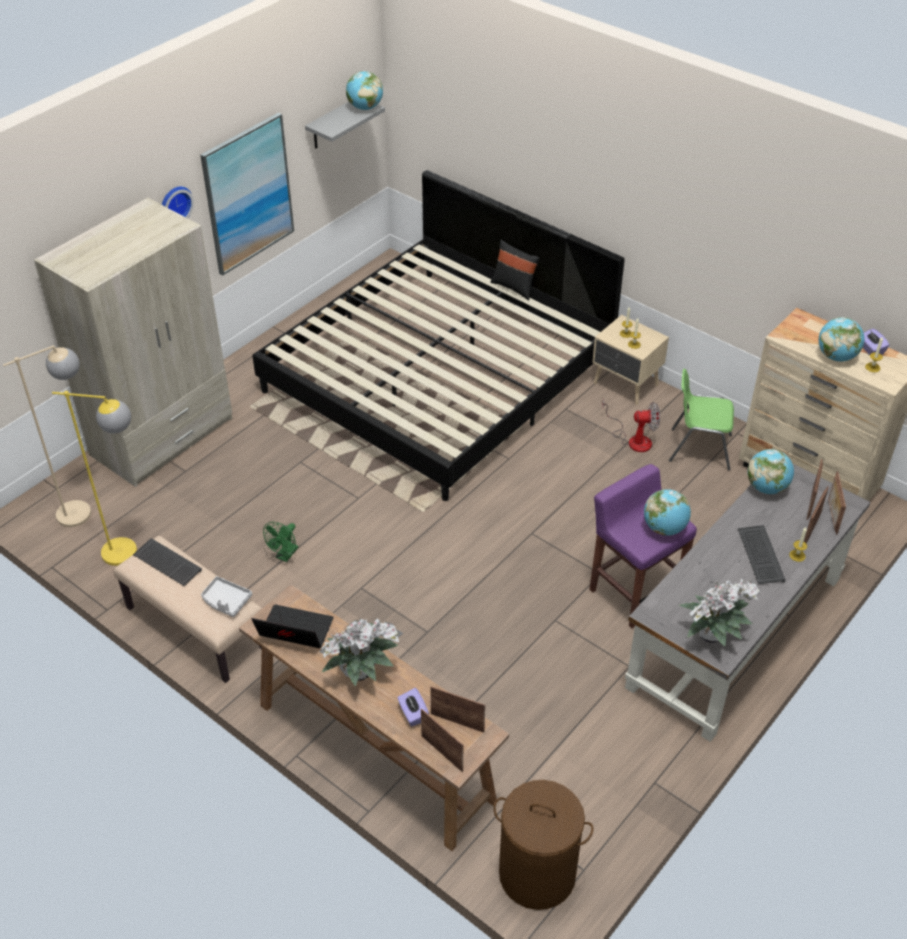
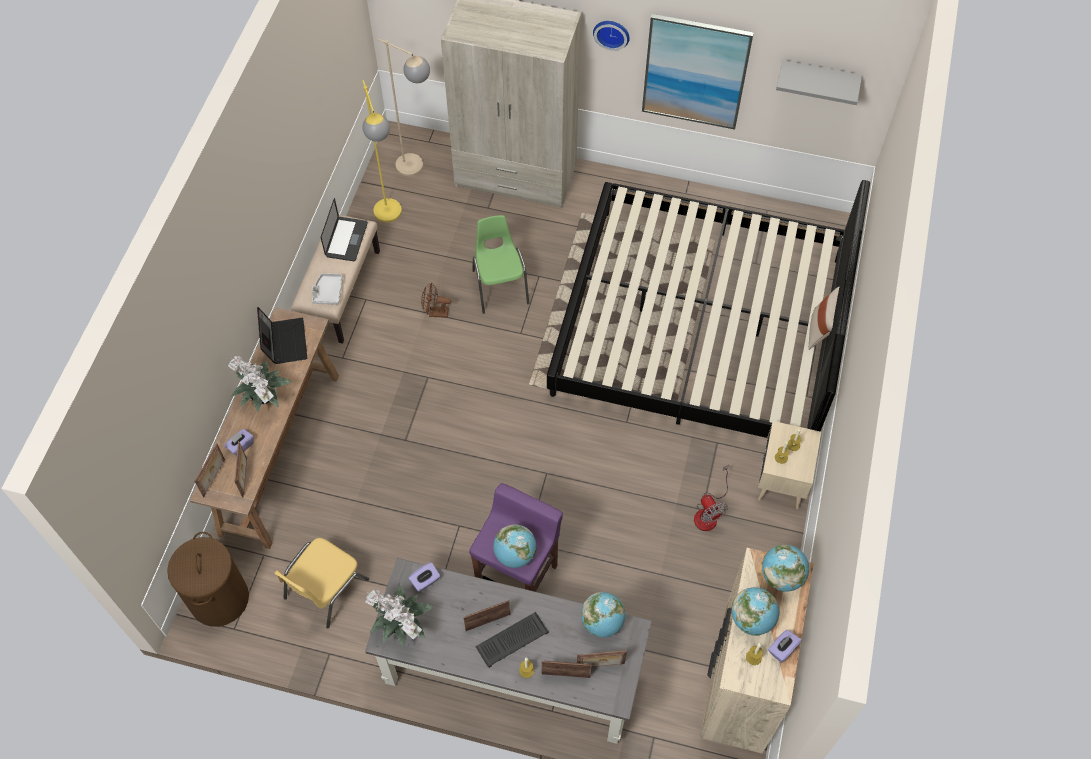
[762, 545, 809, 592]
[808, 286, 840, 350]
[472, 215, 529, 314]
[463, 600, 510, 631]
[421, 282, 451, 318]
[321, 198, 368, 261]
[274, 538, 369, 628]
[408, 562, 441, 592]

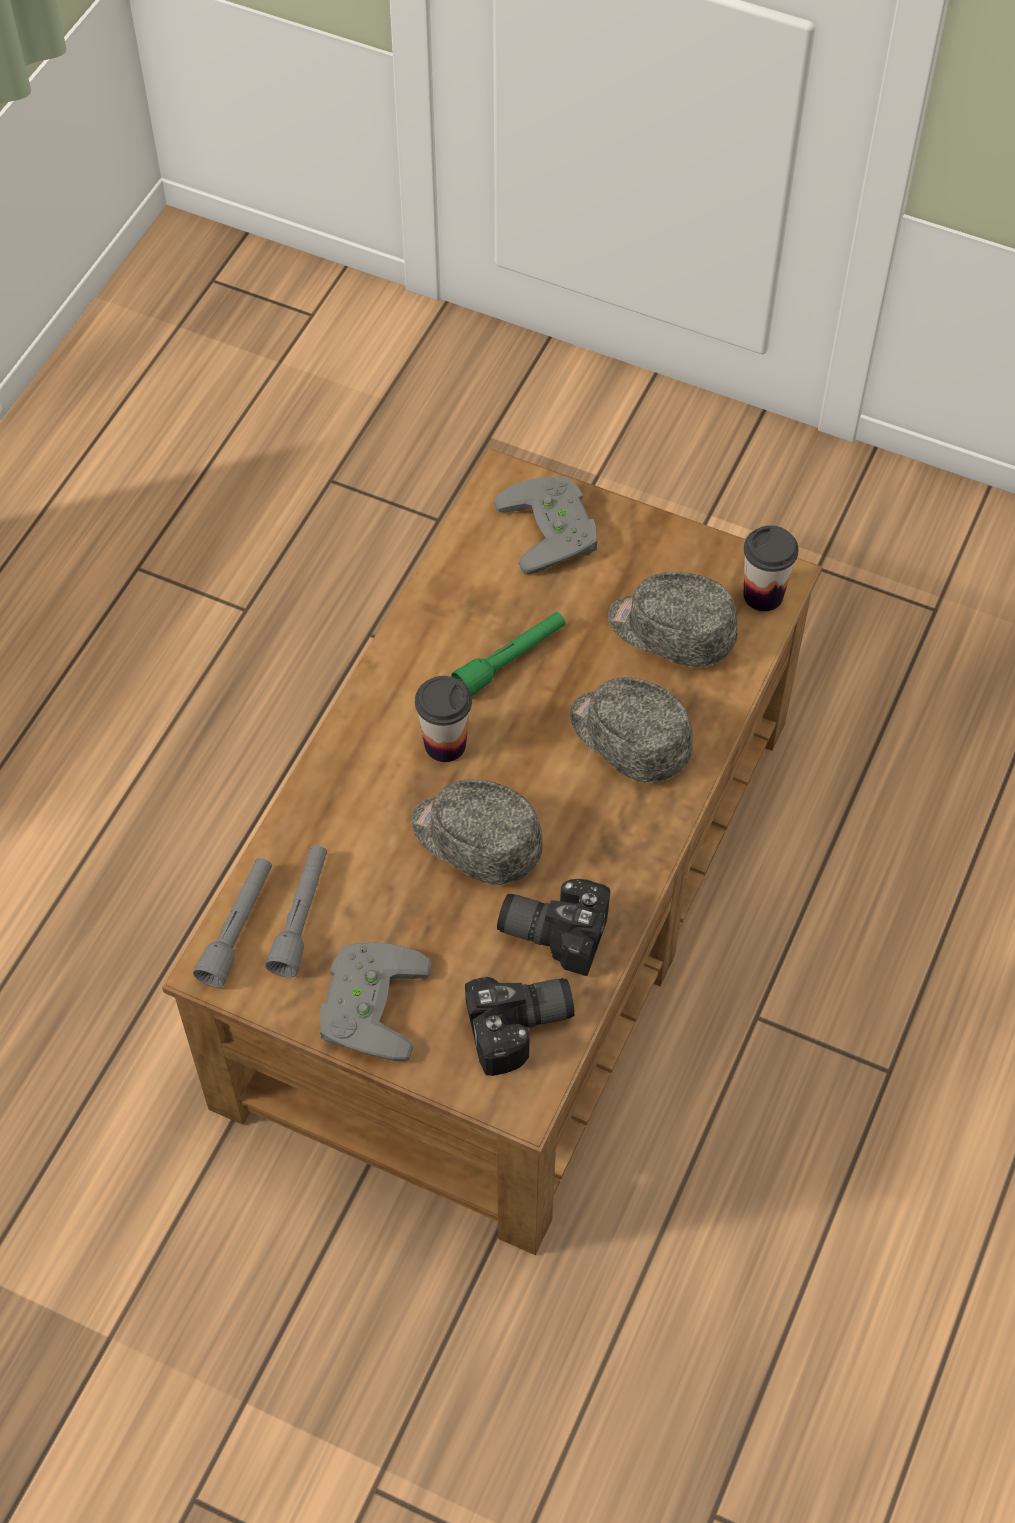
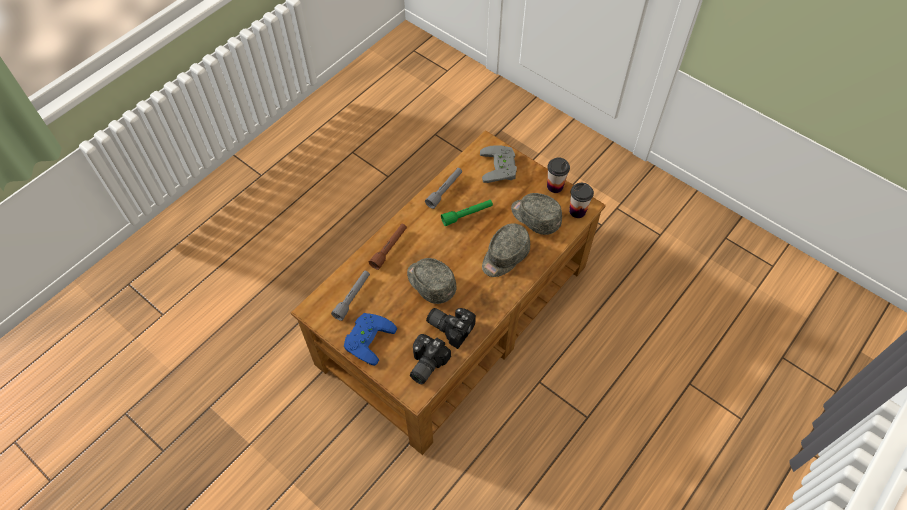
[547, 158, 570, 193]
[482, 223, 530, 277]
[425, 168, 462, 209]
[344, 313, 397, 366]
[410, 334, 451, 384]
[369, 224, 407, 270]

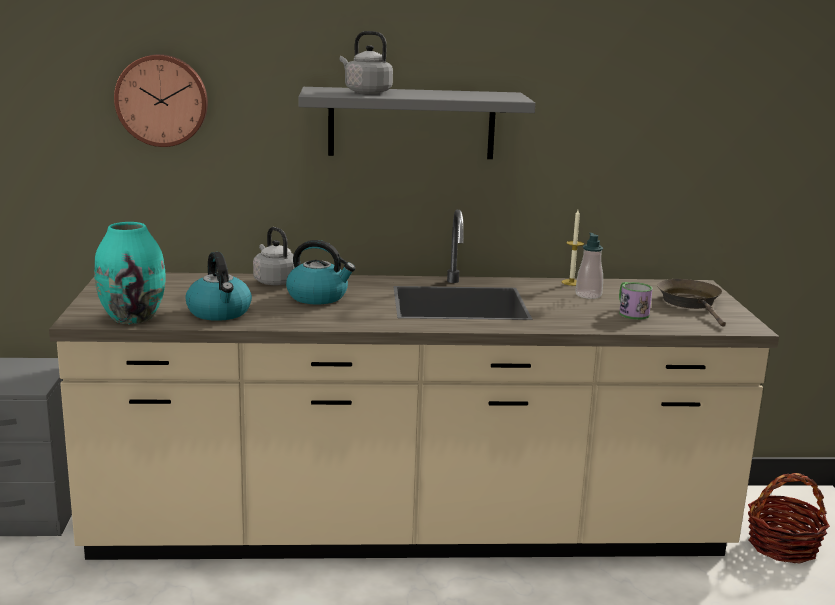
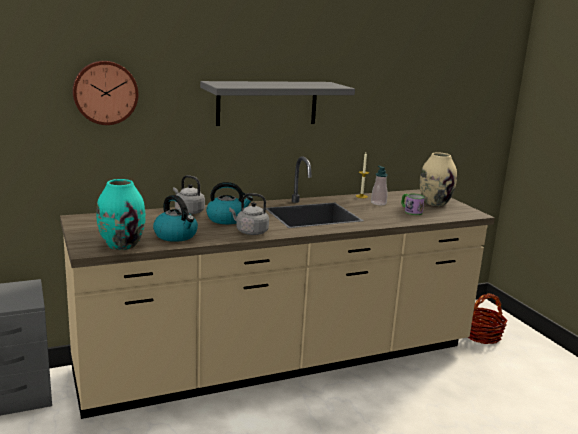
[229, 193, 269, 235]
[420, 152, 457, 206]

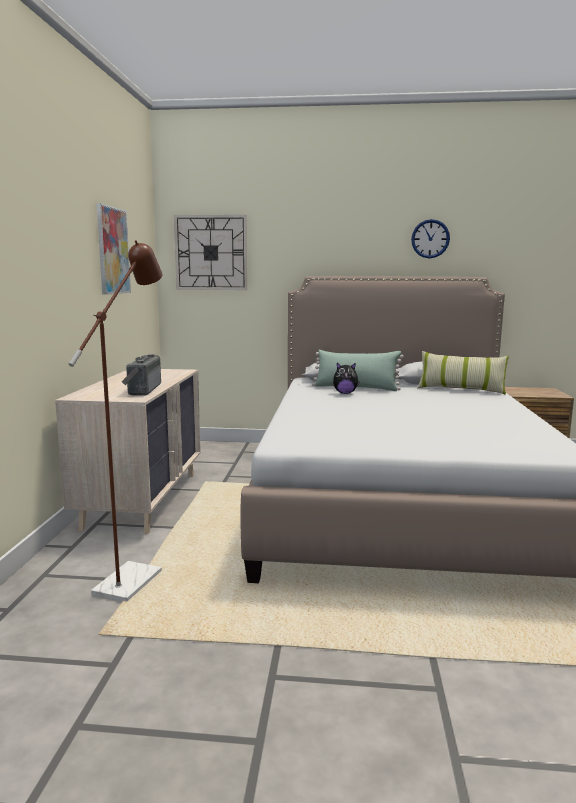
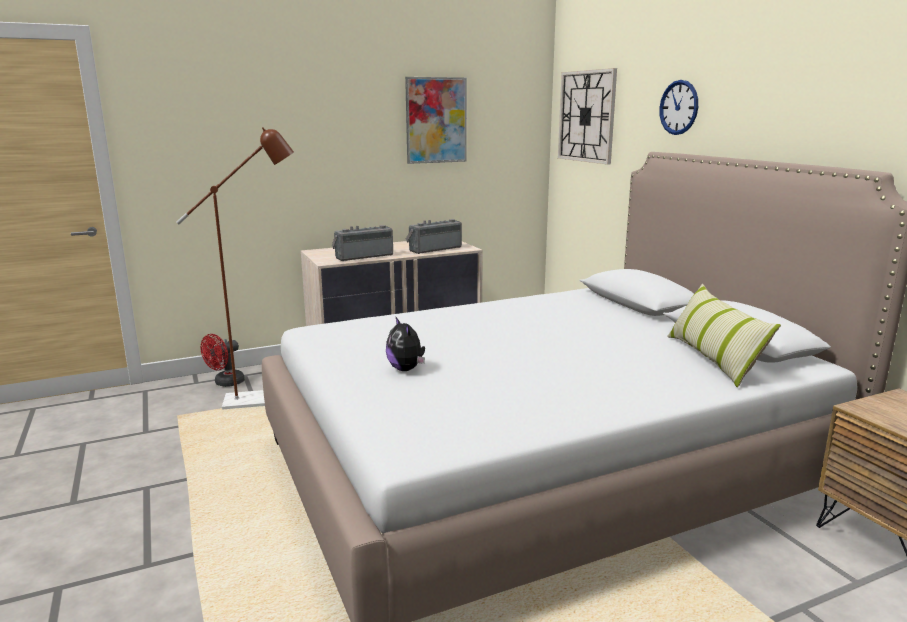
[659, 80, 698, 135]
[312, 350, 404, 391] (first image)
[386, 316, 425, 371]
[406, 219, 462, 254]
[201, 334, 245, 387]

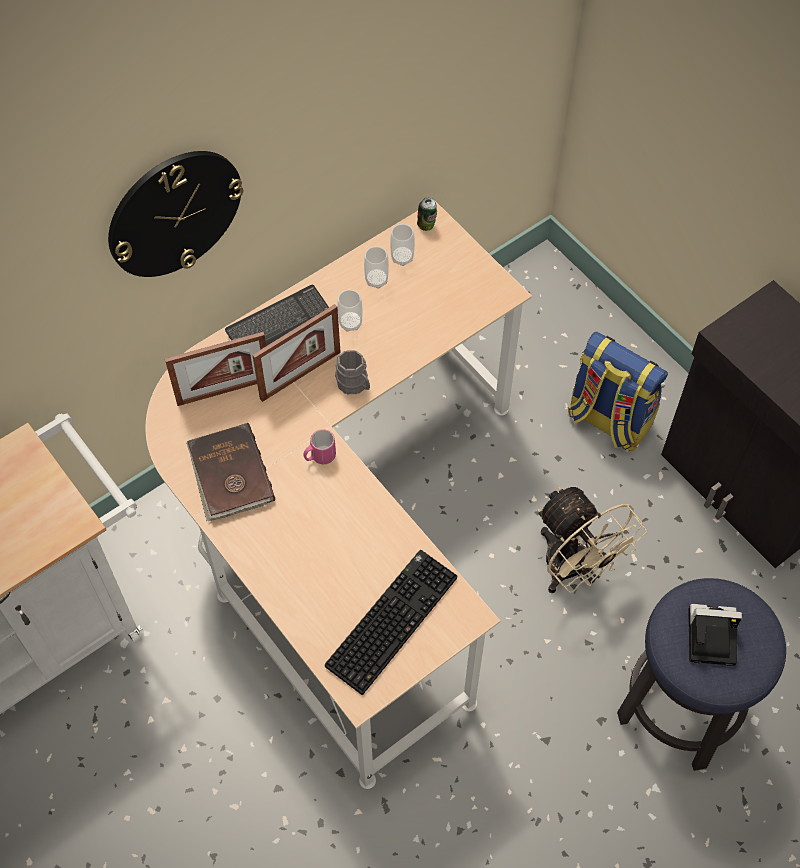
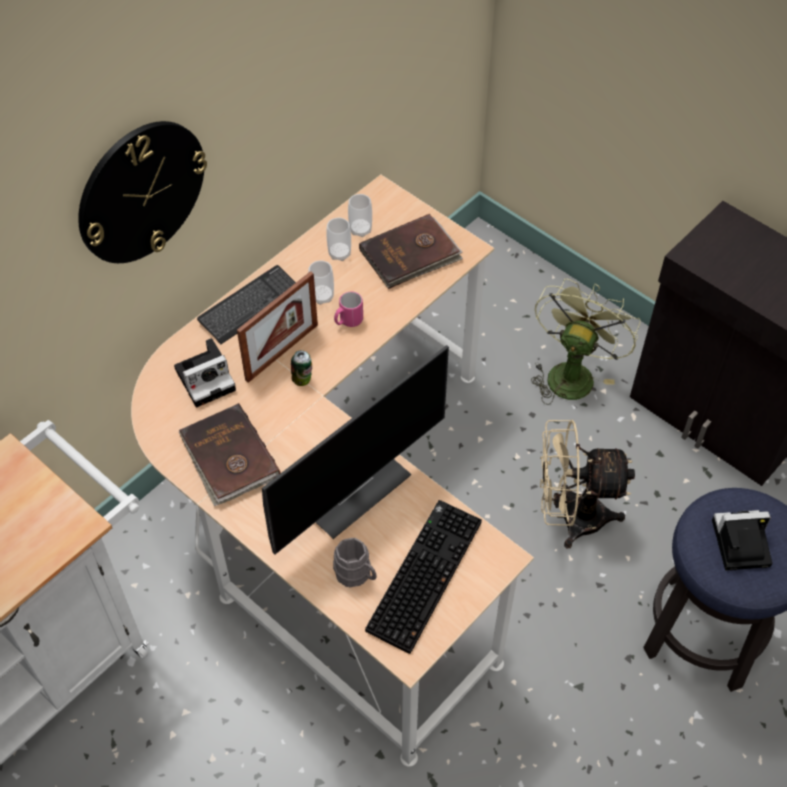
[291, 350, 312, 386]
[174, 338, 236, 407]
[531, 279, 641, 405]
[333, 538, 377, 587]
[334, 291, 363, 327]
[540, 420, 635, 549]
[359, 214, 463, 289]
[262, 345, 449, 555]

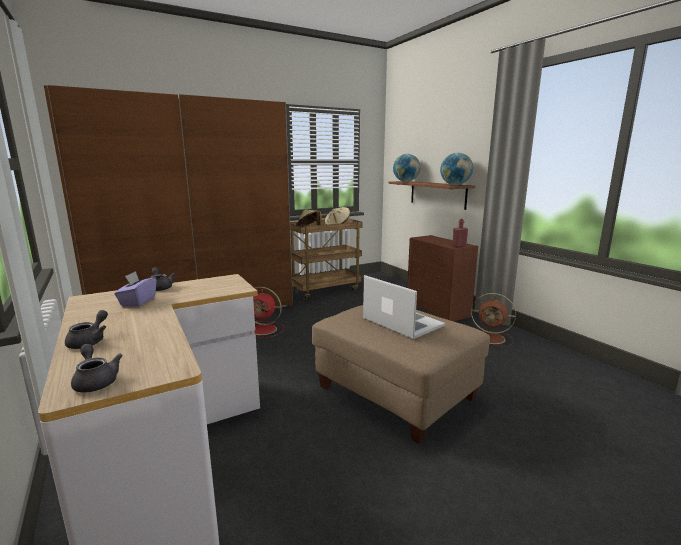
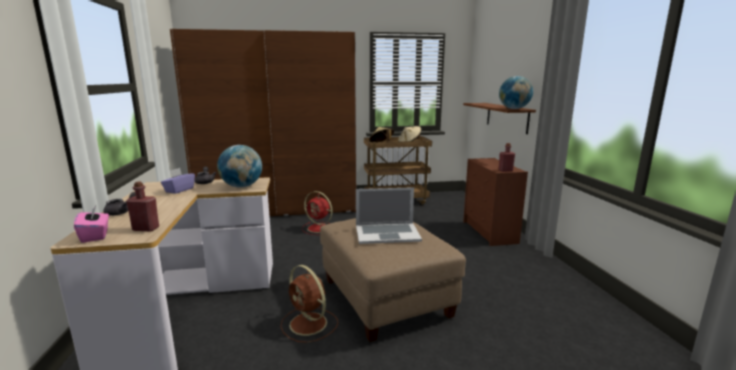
[217, 145, 262, 188]
[356, 187, 422, 244]
[280, 265, 338, 343]
[74, 204, 109, 243]
[126, 182, 159, 231]

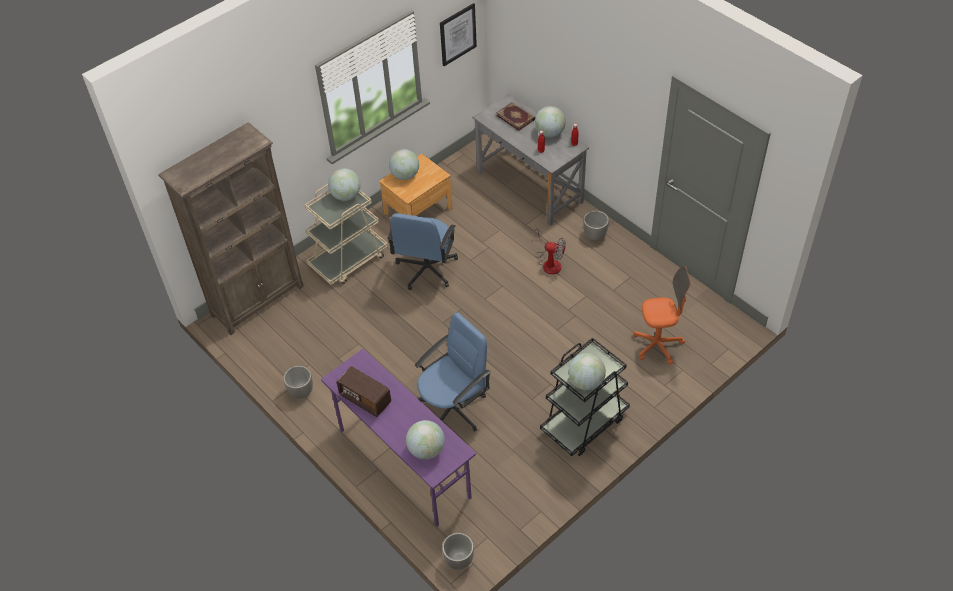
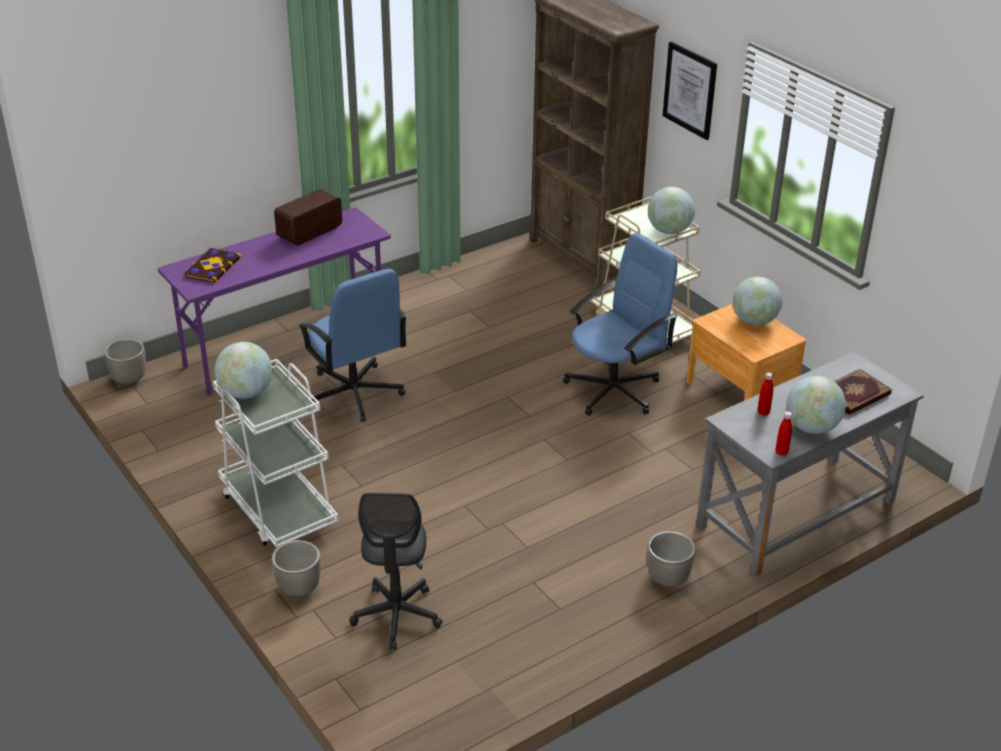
[663, 42, 717, 140]
[563, 233, 678, 416]
[535, 225, 566, 274] (first image)
[349, 493, 442, 650]
[213, 359, 339, 548]
[272, 540, 320, 597]
[185, 248, 241, 283]

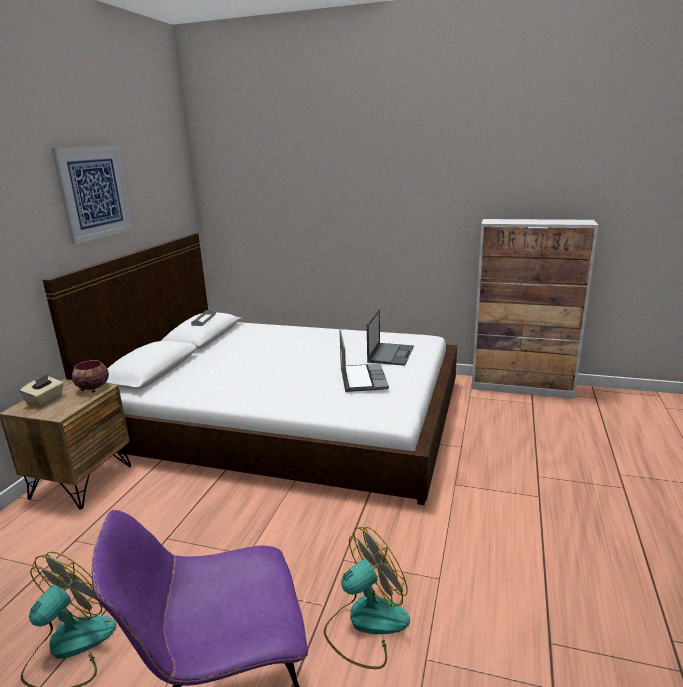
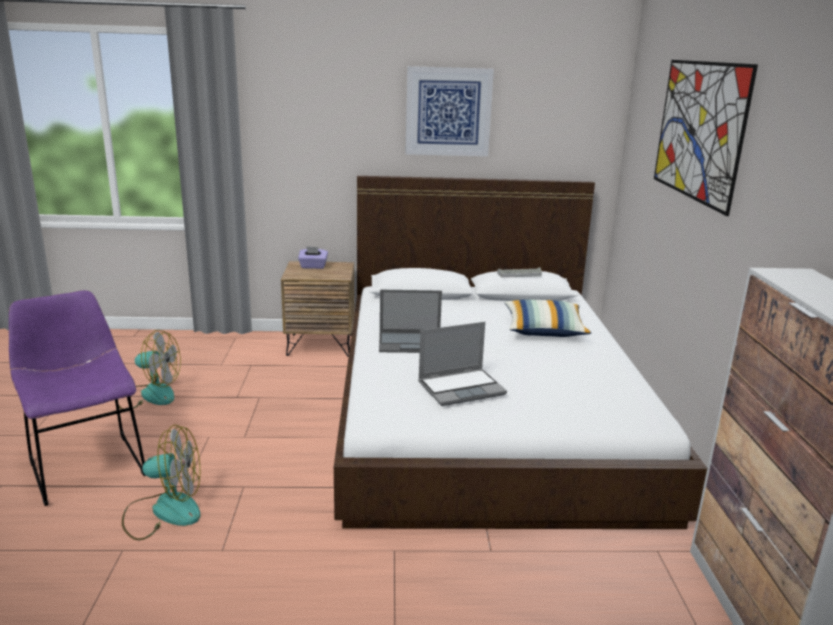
[379, 290, 442, 353]
[72, 360, 109, 393] (first image)
[298, 246, 328, 269]
[122, 425, 200, 540]
[654, 60, 758, 216]
[504, 300, 591, 337]

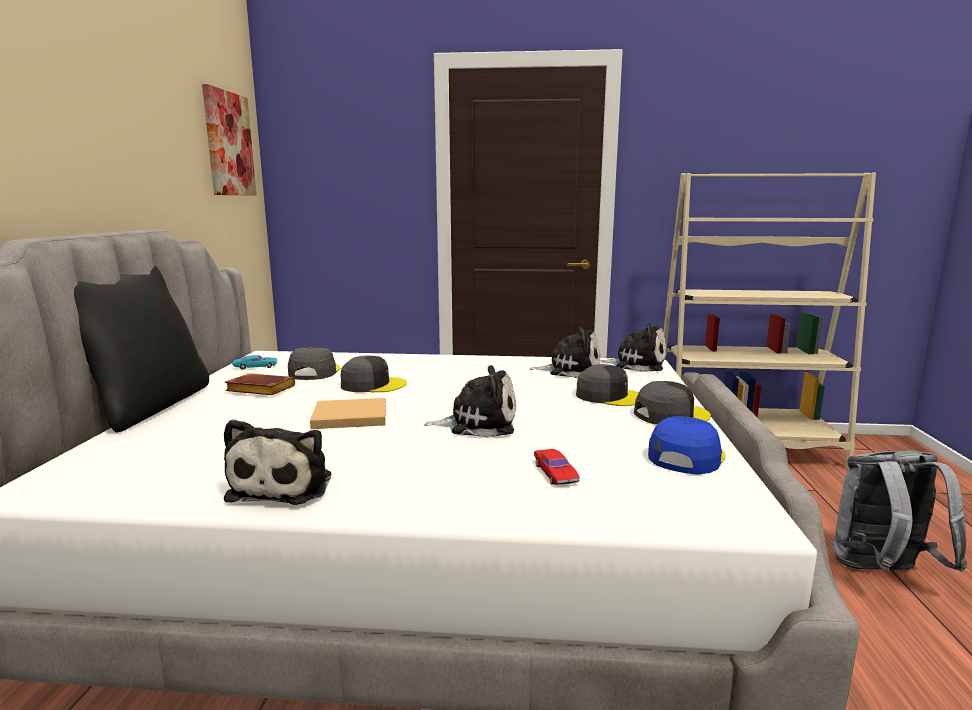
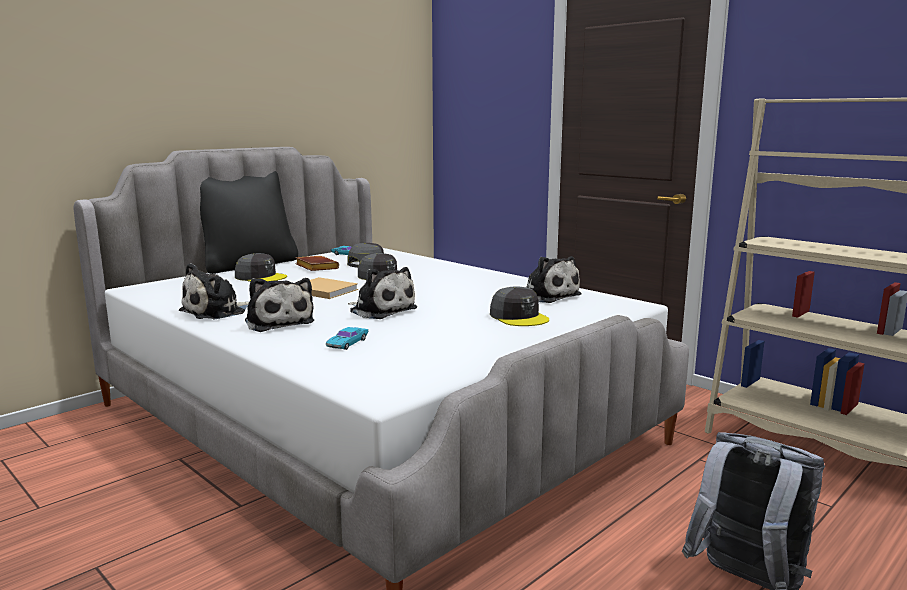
[202, 84, 256, 195] (first image)
[245, 278, 314, 332]
[235, 253, 287, 282]
[648, 416, 726, 474] (first image)
[326, 327, 369, 350]

